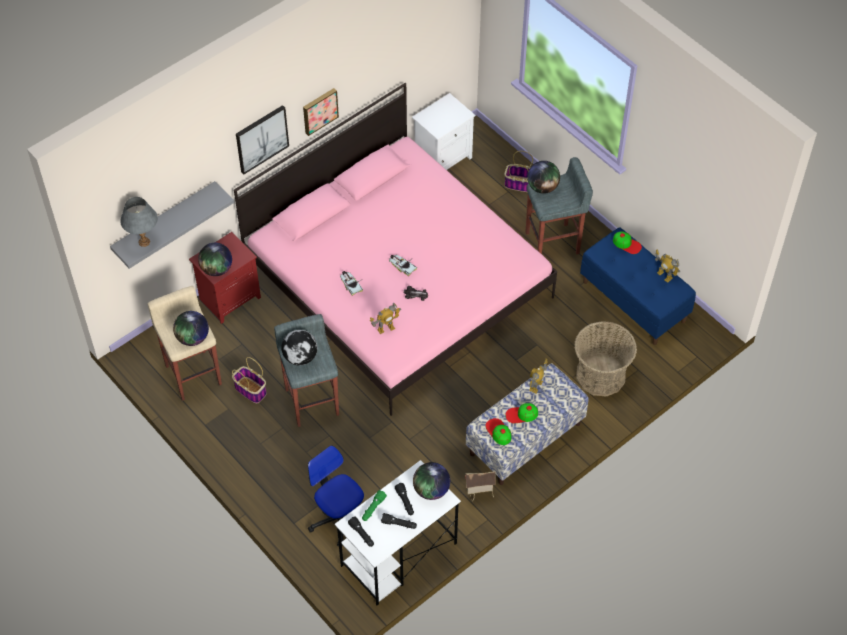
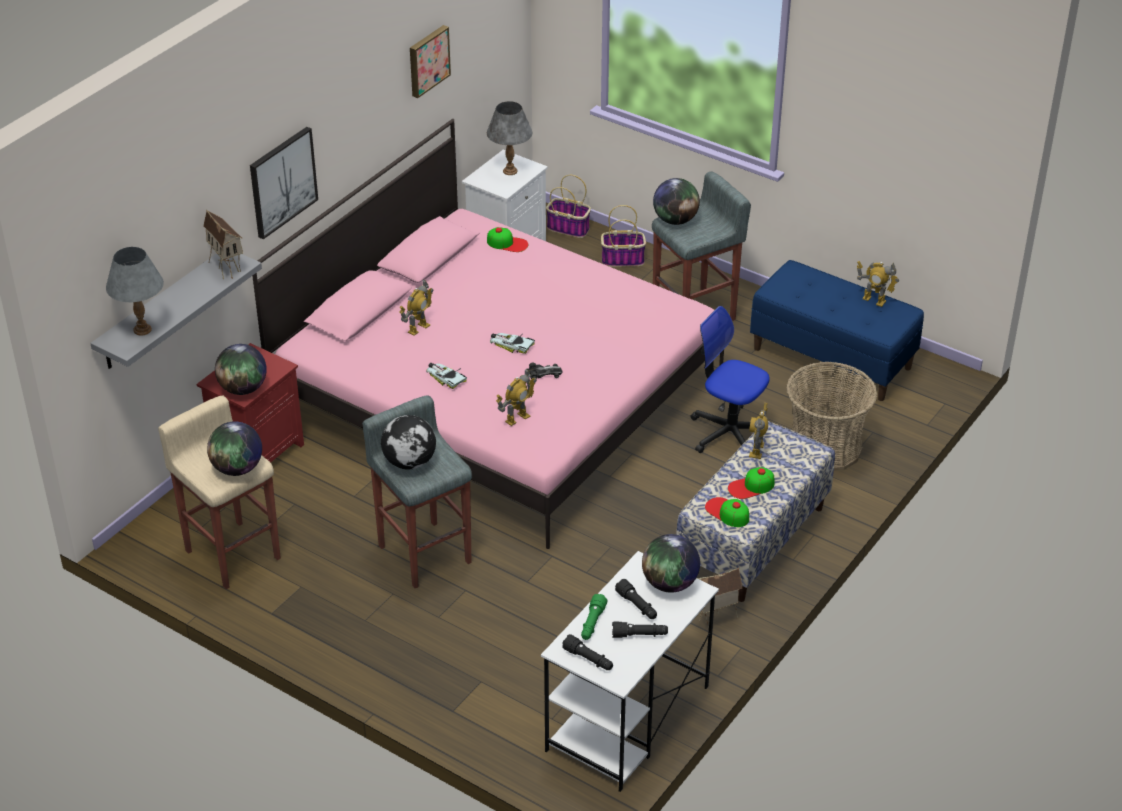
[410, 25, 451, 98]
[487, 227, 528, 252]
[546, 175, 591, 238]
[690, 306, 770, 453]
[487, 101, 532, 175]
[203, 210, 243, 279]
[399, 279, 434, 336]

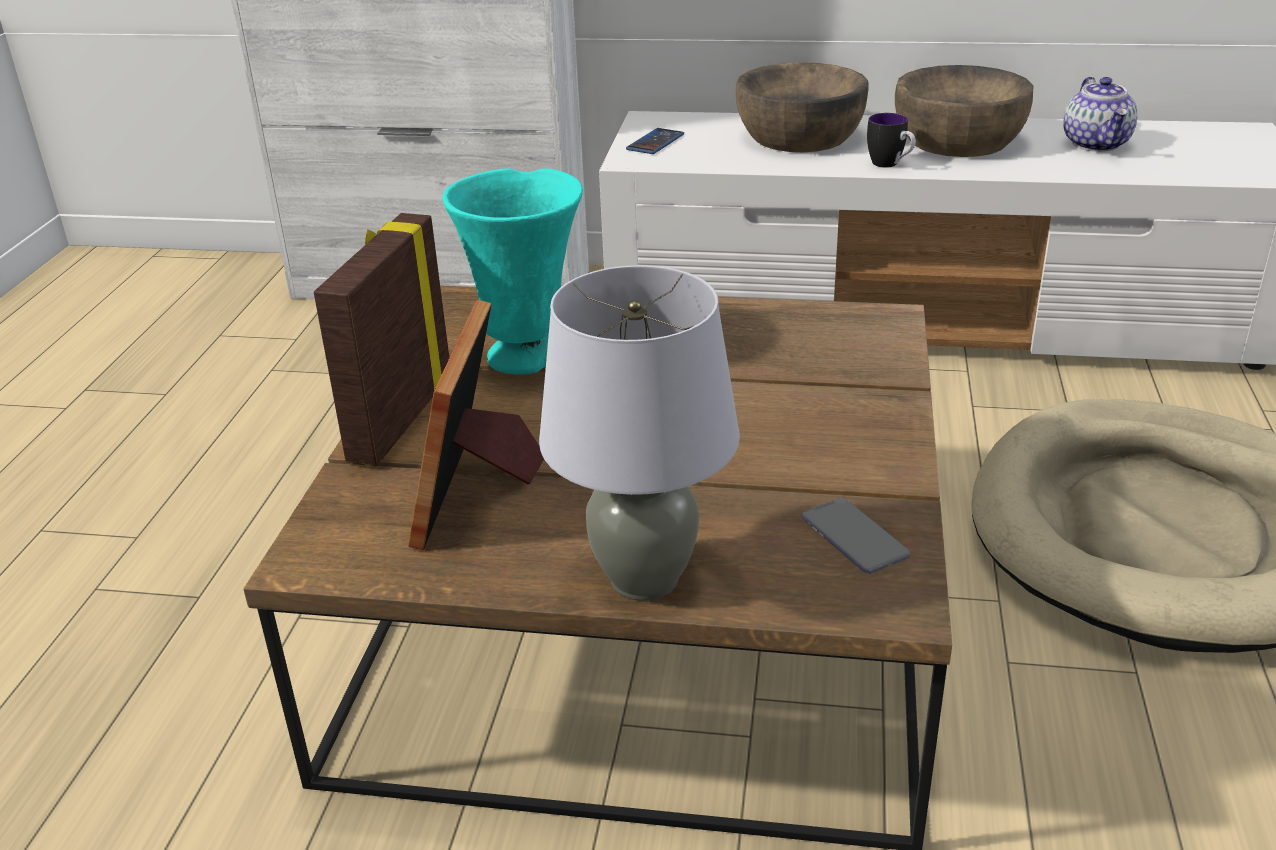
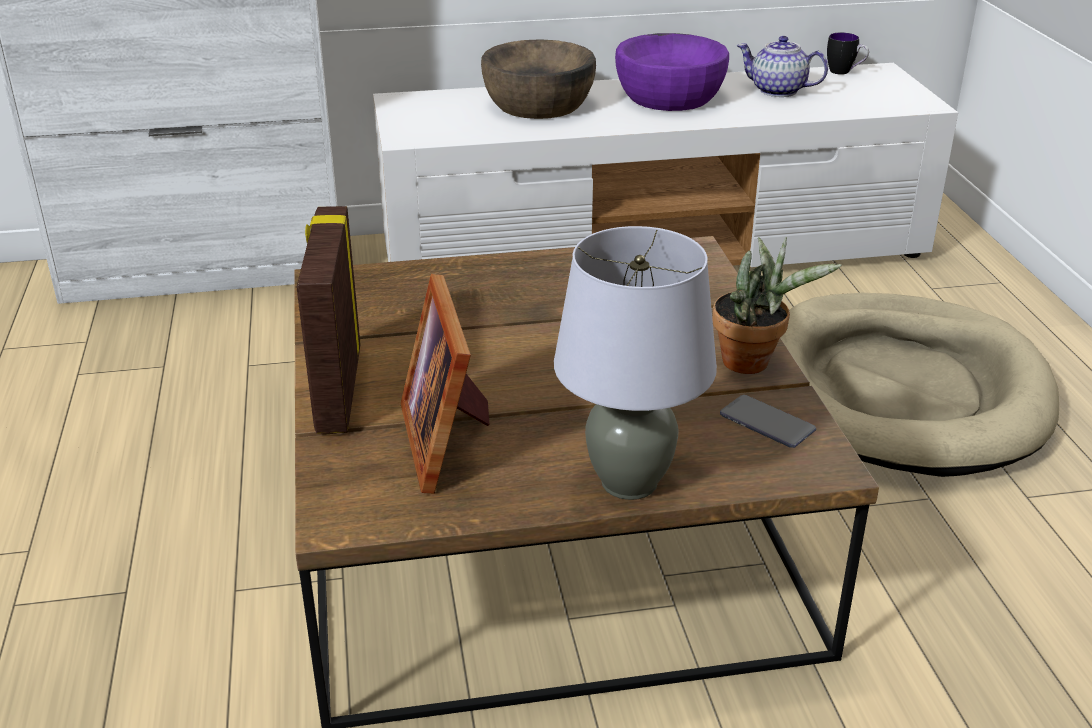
[615, 33, 729, 111]
[737, 36, 828, 97]
[827, 32, 869, 75]
[626, 128, 684, 154] (first image)
[442, 168, 583, 374] (first image)
[712, 237, 842, 374]

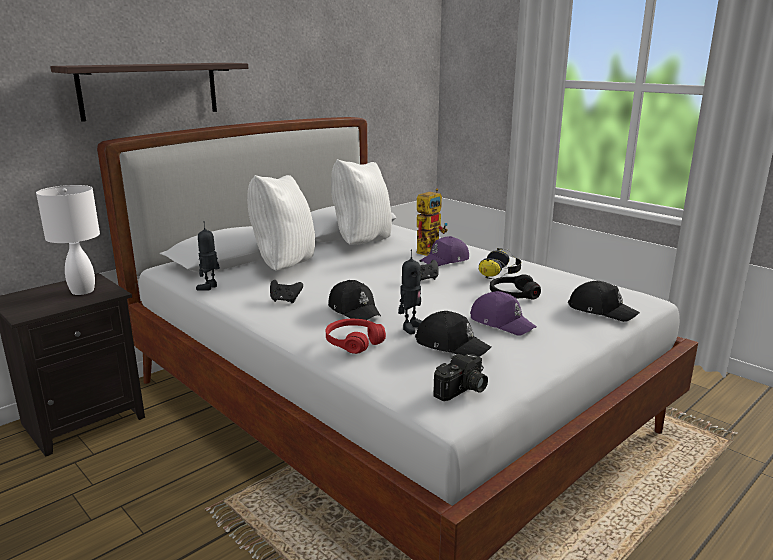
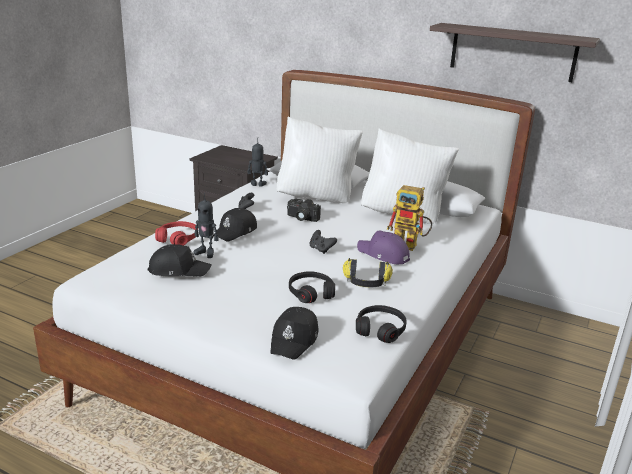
[430, 23, 600, 82]
[36, 185, 100, 295] (first image)
[470, 291, 537, 335] (first image)
[148, 244, 212, 276]
[287, 199, 321, 222]
[356, 305, 407, 343]

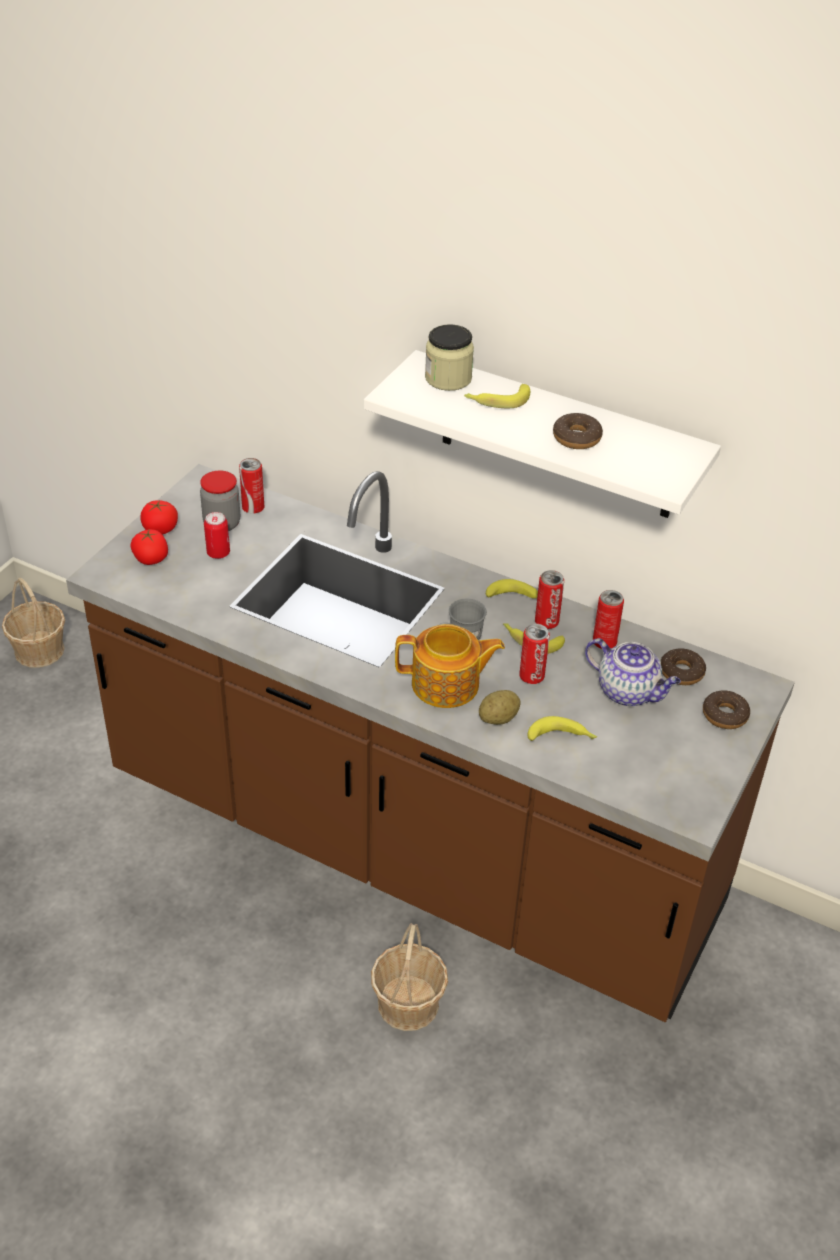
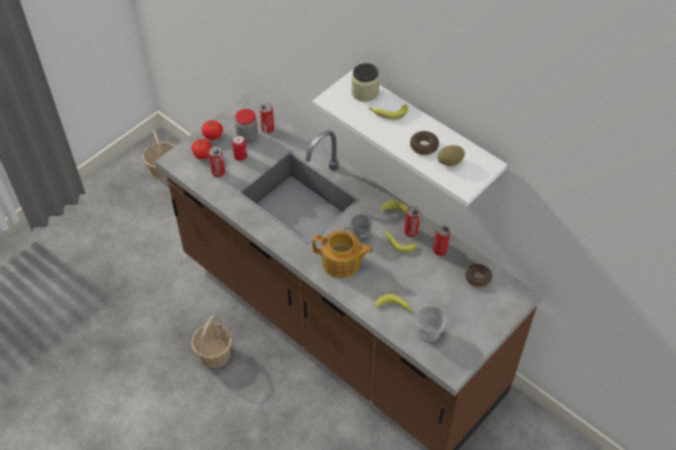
[209, 146, 225, 177]
[585, 638, 681, 706] (first image)
[438, 145, 465, 166]
[703, 690, 750, 729] (first image)
[191, 315, 232, 368]
[416, 306, 447, 342]

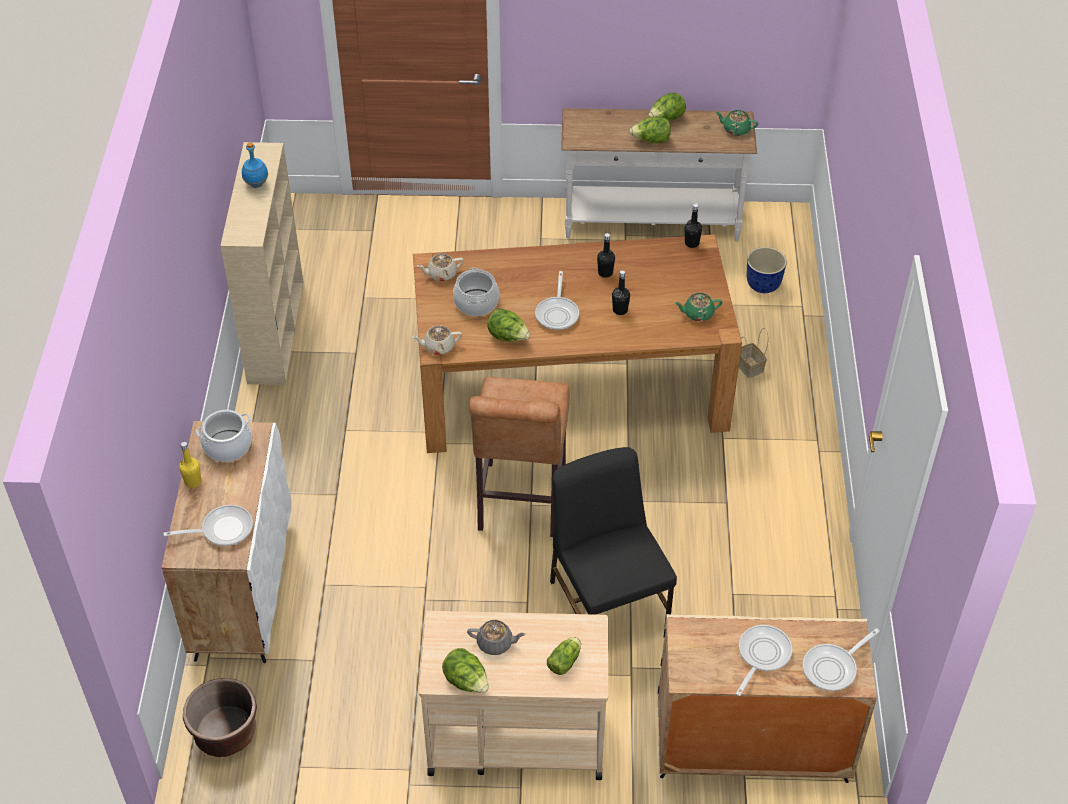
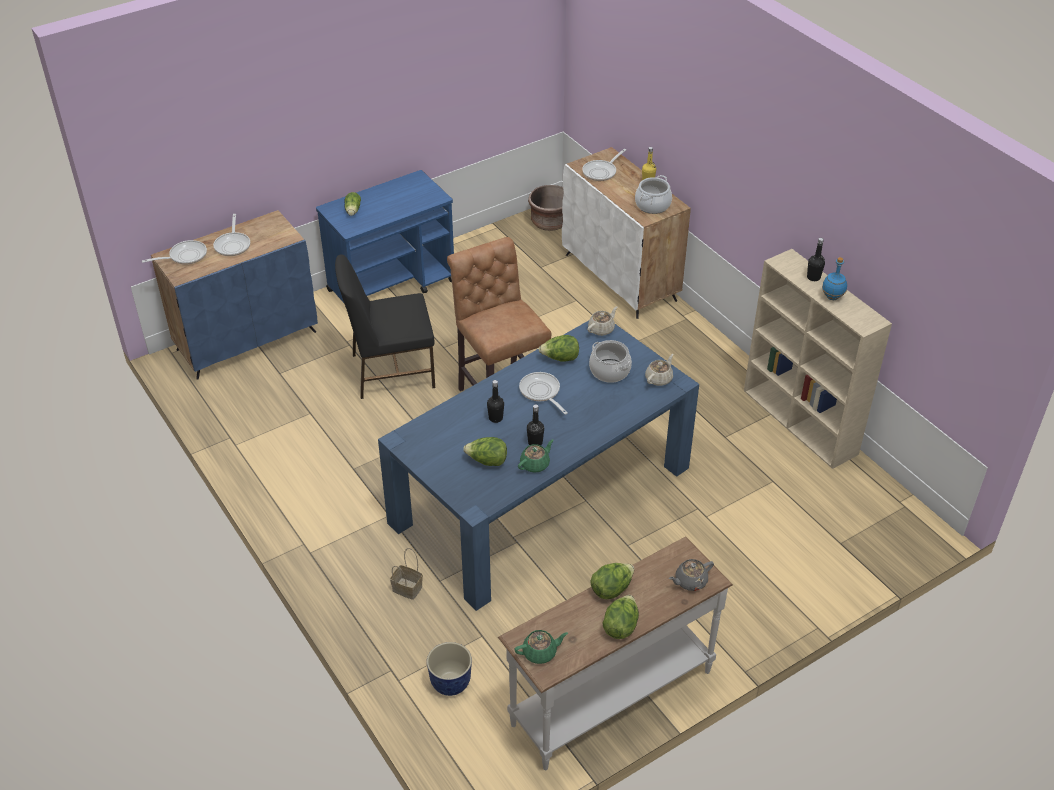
[807, 238, 825, 281]
[378, 320, 699, 611]
[518, 439, 554, 473]
[335, 254, 435, 399]
[316, 170, 454, 303]
[151, 210, 318, 380]
[669, 559, 714, 591]
[142, 240, 207, 265]
[463, 437, 507, 466]

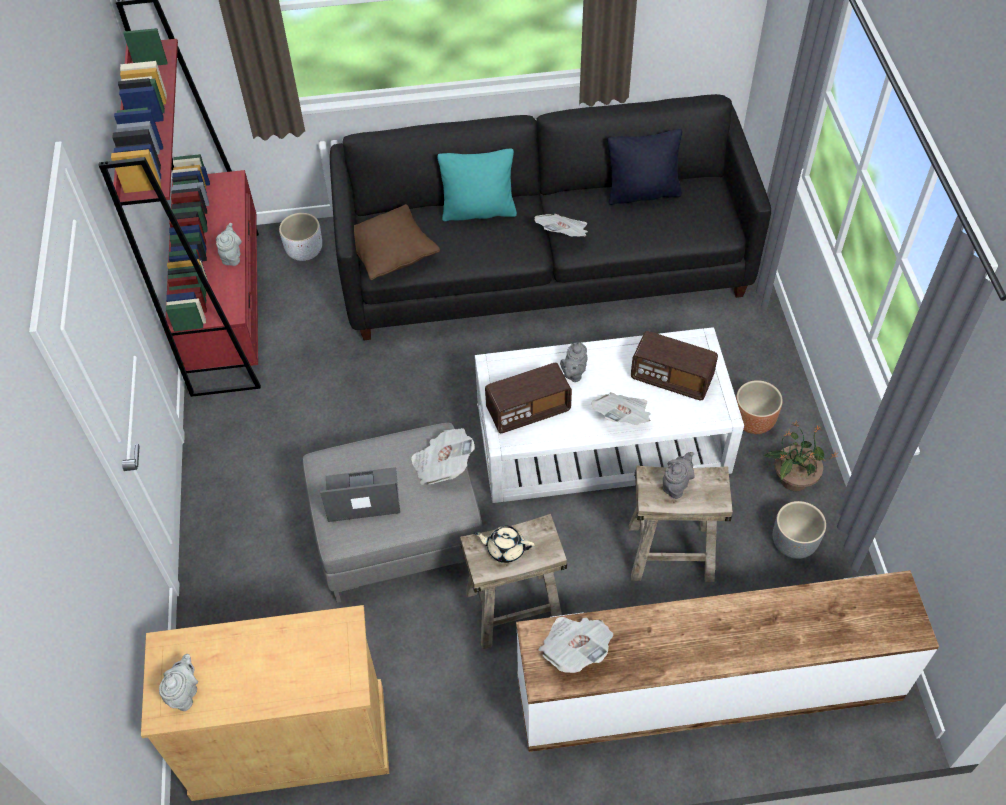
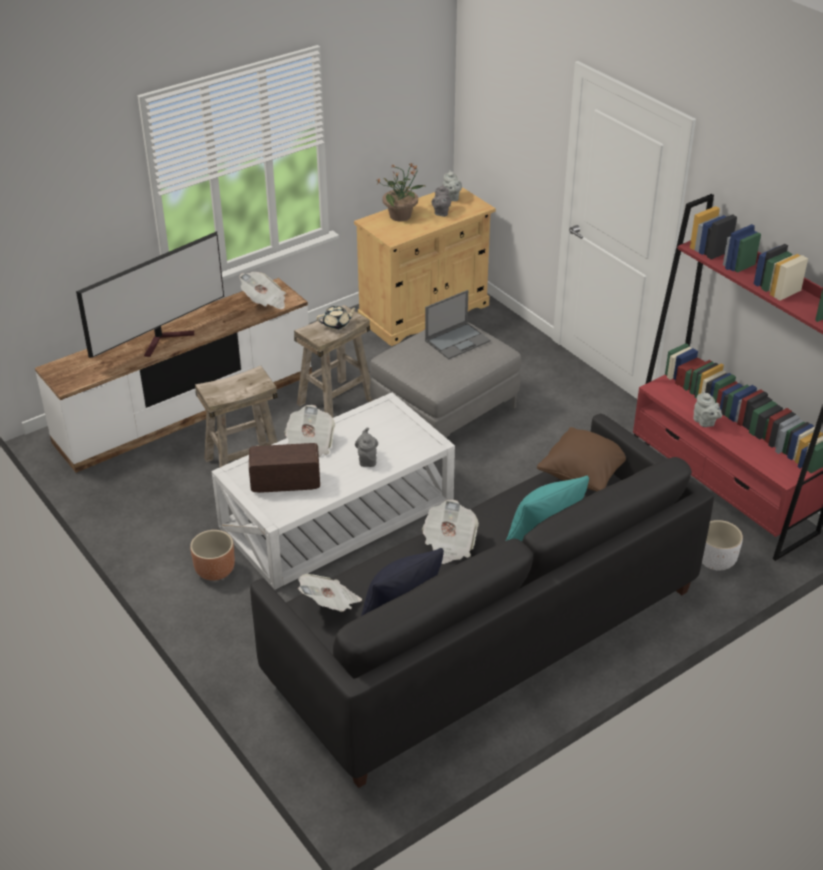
[485, 363, 572, 433] (first image)
[377, 162, 425, 222]
[298, 574, 362, 612]
[432, 184, 451, 217]
[773, 501, 826, 559] (first image)
[76, 231, 224, 358]

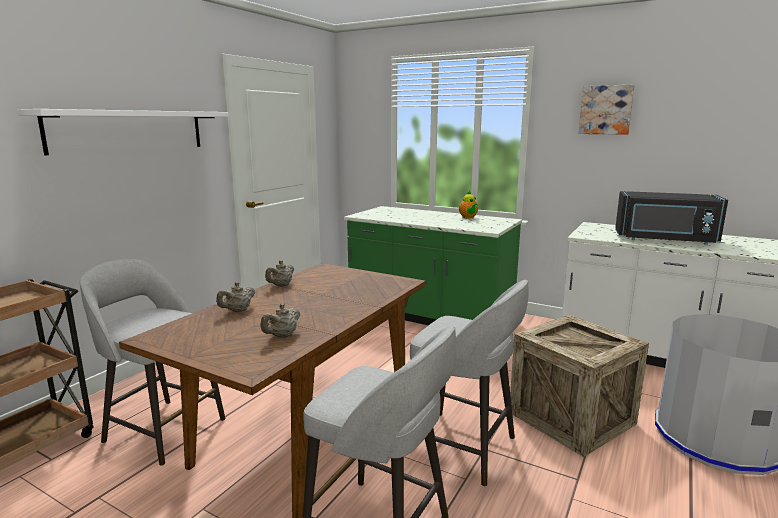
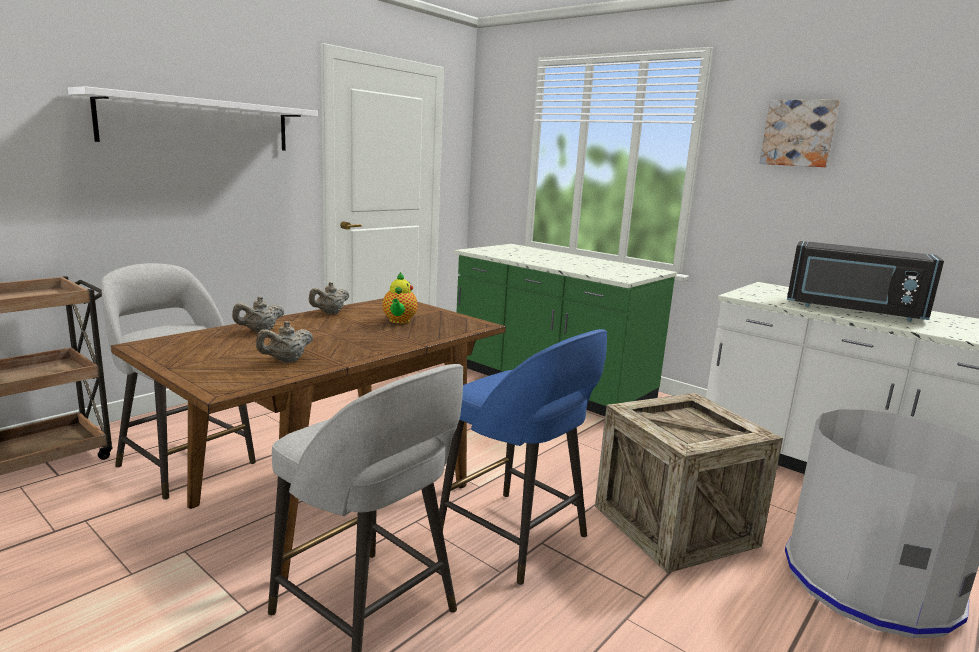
[383, 272, 418, 324]
[439, 329, 607, 585]

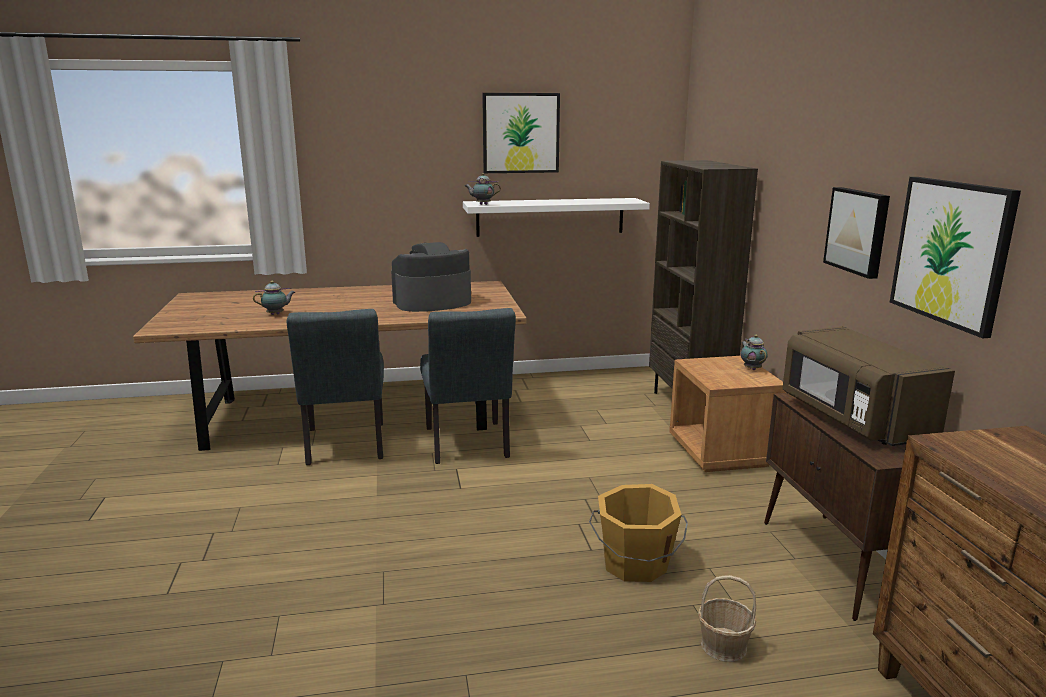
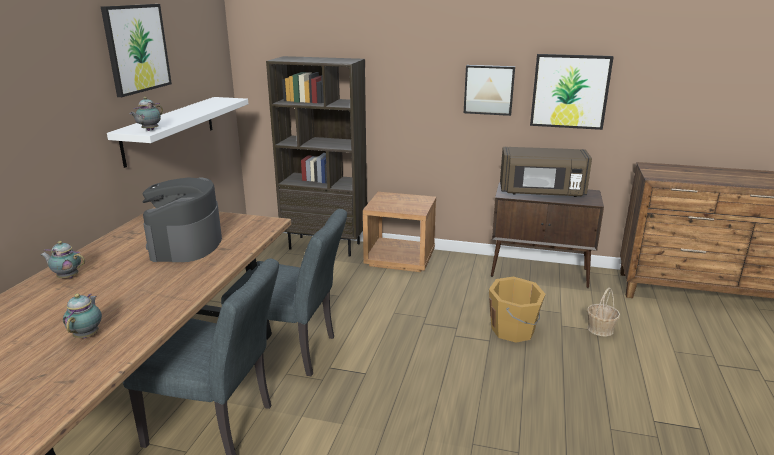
[40, 241, 85, 278]

